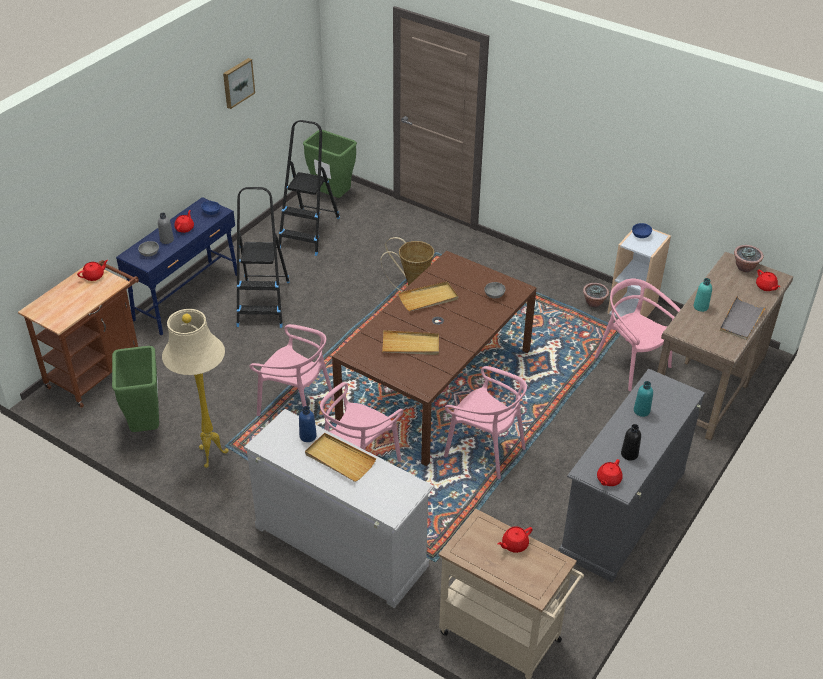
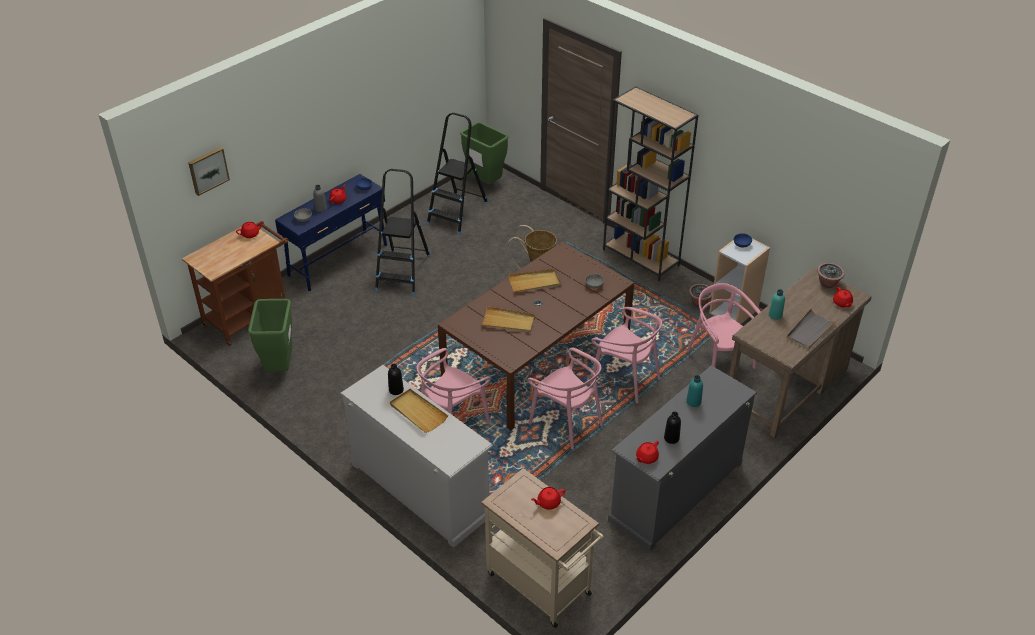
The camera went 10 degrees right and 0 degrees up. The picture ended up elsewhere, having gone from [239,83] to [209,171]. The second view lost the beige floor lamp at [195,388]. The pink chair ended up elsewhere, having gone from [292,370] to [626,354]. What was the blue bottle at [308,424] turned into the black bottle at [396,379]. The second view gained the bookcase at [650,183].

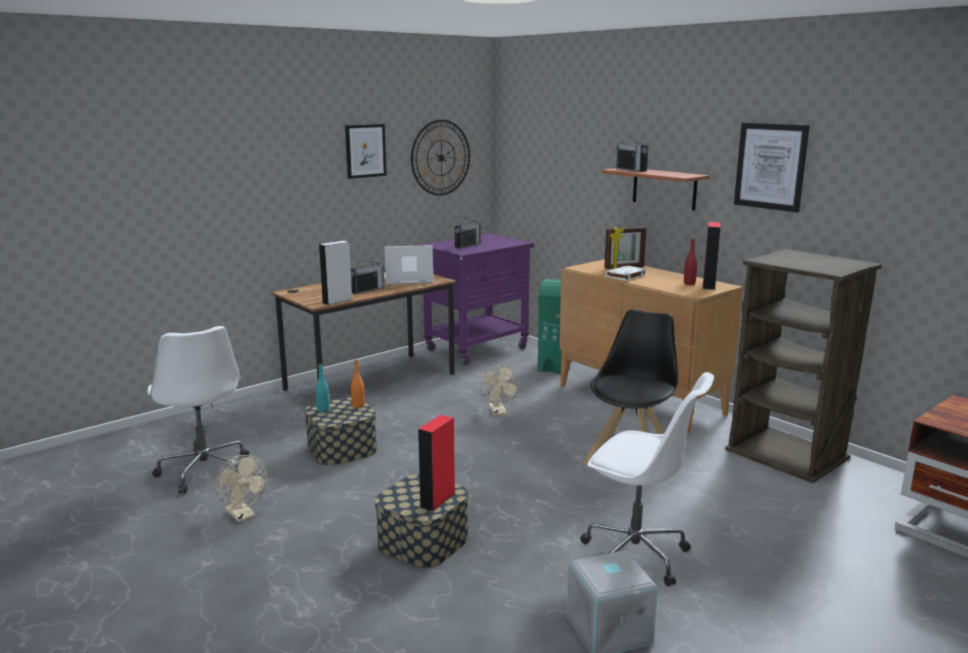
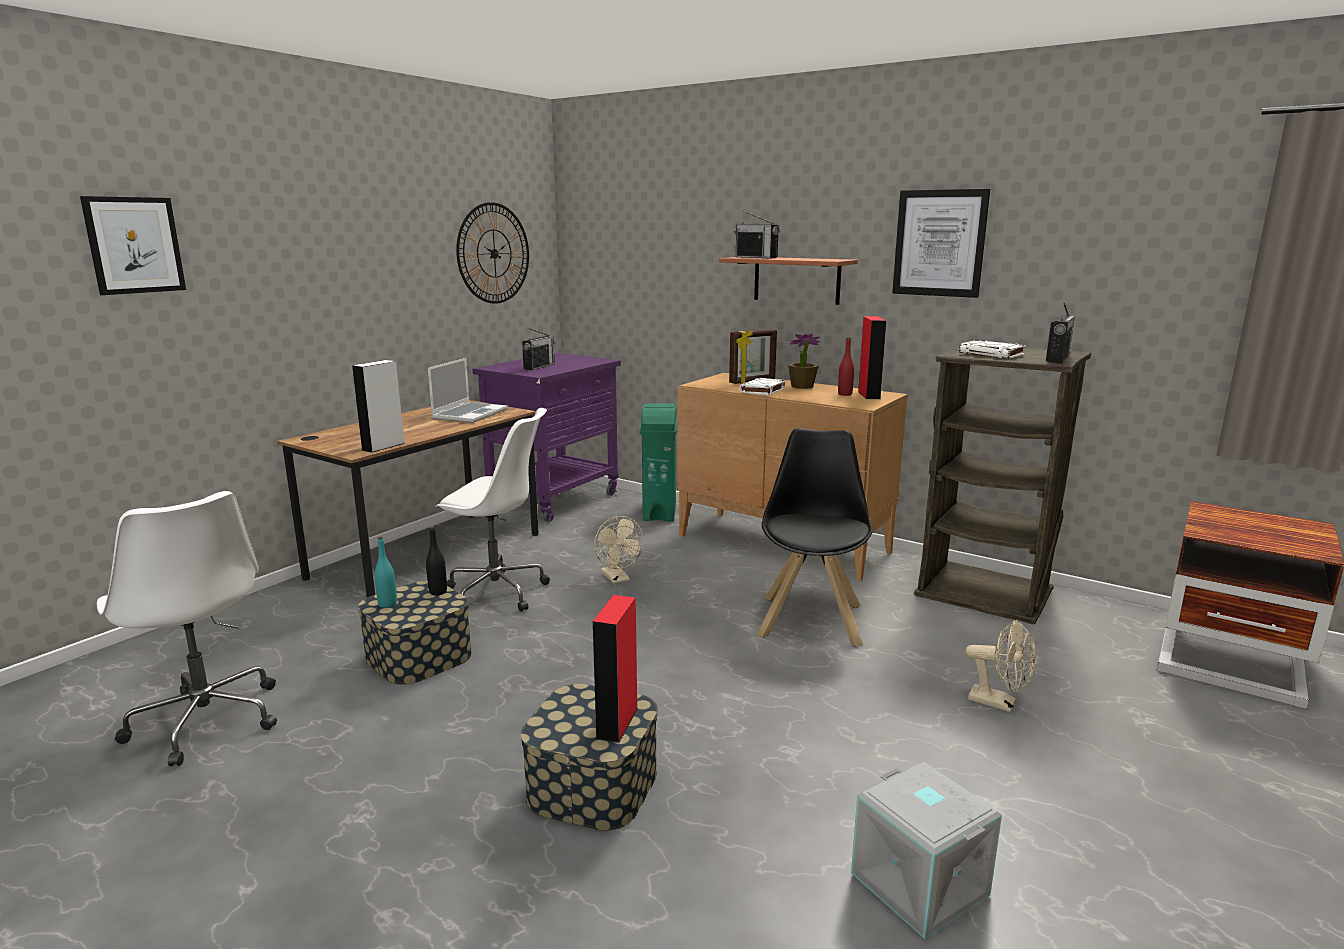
The camera went 15 degrees left and 0 degrees up. The picture ended up elsewhere, having gone from [366,151] to [133,245]. The laptop at [408,265] ended up facing another way, 135 degrees clockwise from before. The radio ended up elsewhere, having gone from [368,276] to [1060,333]. What was the orange bottle at [357,384] turned into the black bottle at [436,560]. The white office chair ended up elsewhere, having gone from [647,479] to [492,509]. The beige fan ended up elsewhere, having gone from [241,488] to [1001,666]. The second view gained the potted plant at [804,361]. The second view gained the white book at [992,349].

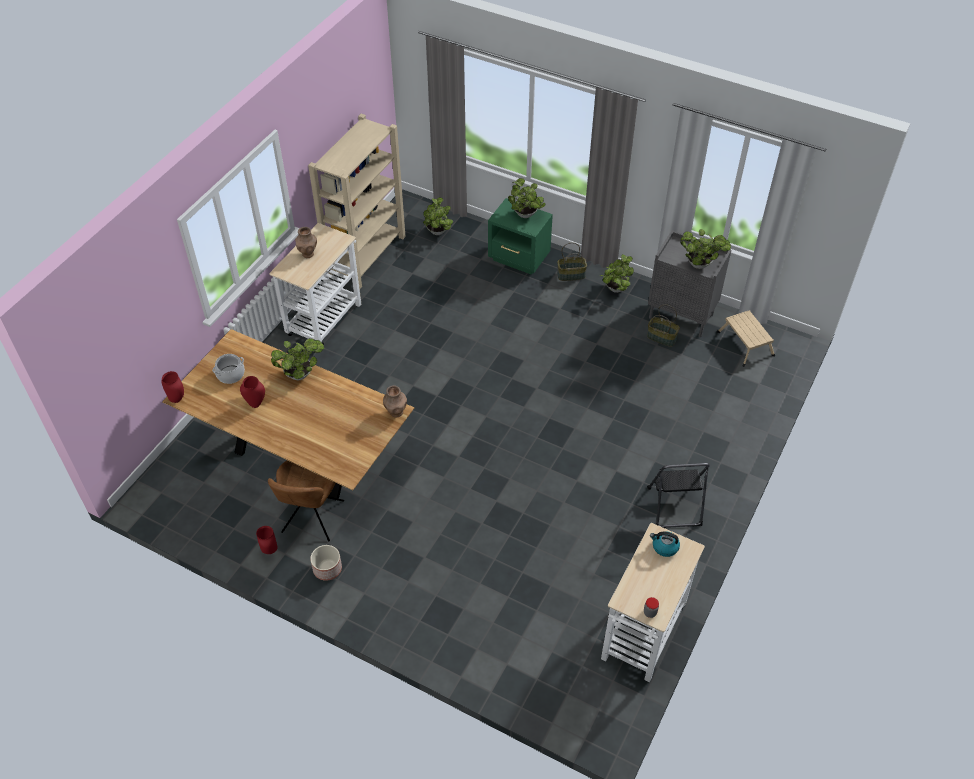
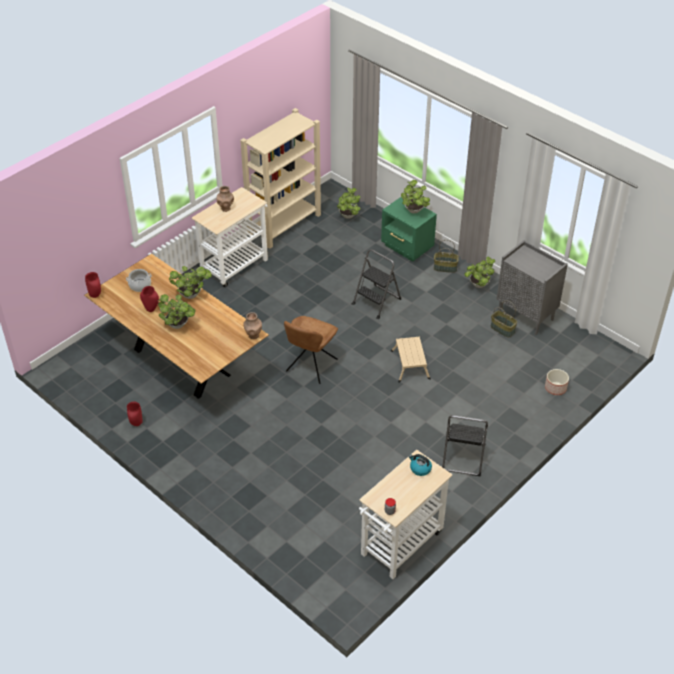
The camera went 15 degrees right and 5 degrees down. The potted plant ended up elsewhere, having gone from [706,249] to [177,311]. The beige step ladder ended up elsewhere, having gone from [746,338] to [411,360]. The brown chair ended up elsewhere, having gone from [306,500] to [311,350]. The planter ended up elsewhere, having gone from [326,563] to [557,382]. The second view gained the black step ladder at [376,284].

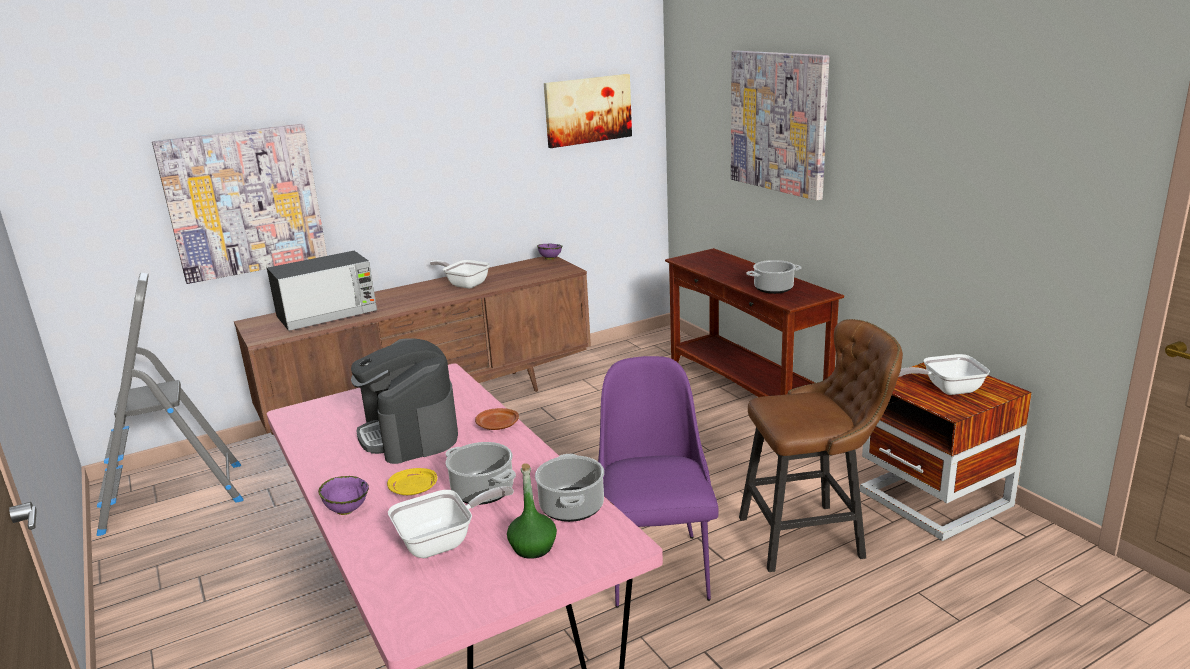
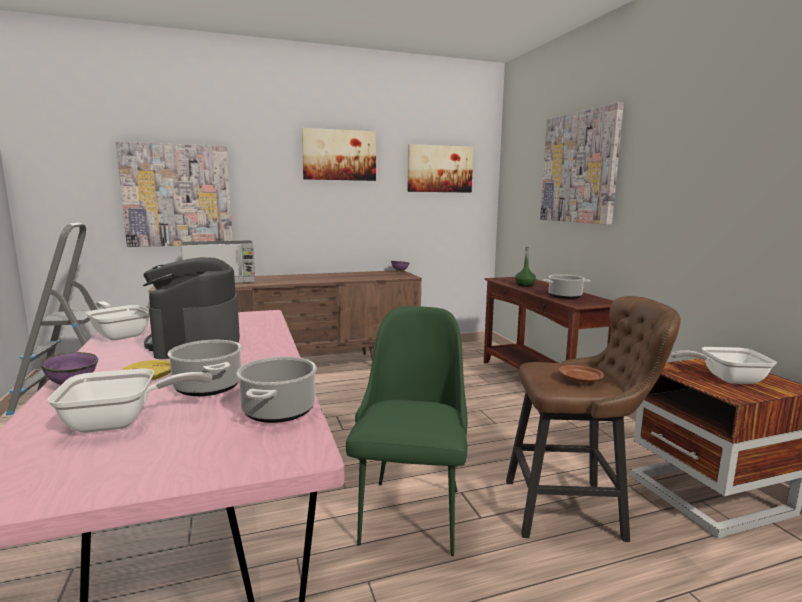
The camera went 10 degrees right and 10 degrees down. The frying pan ended up elsewhere, having gone from [460,274] to [118,320]. What was the purple chair at [658,482] turned into the green chair at [407,431]. The brown plate ended up elsewhere, having gone from [497,419] to [581,374]. The green bottle ended up elsewhere, having gone from [532,511] to [525,266]. The second view gained the picture at [339,154].

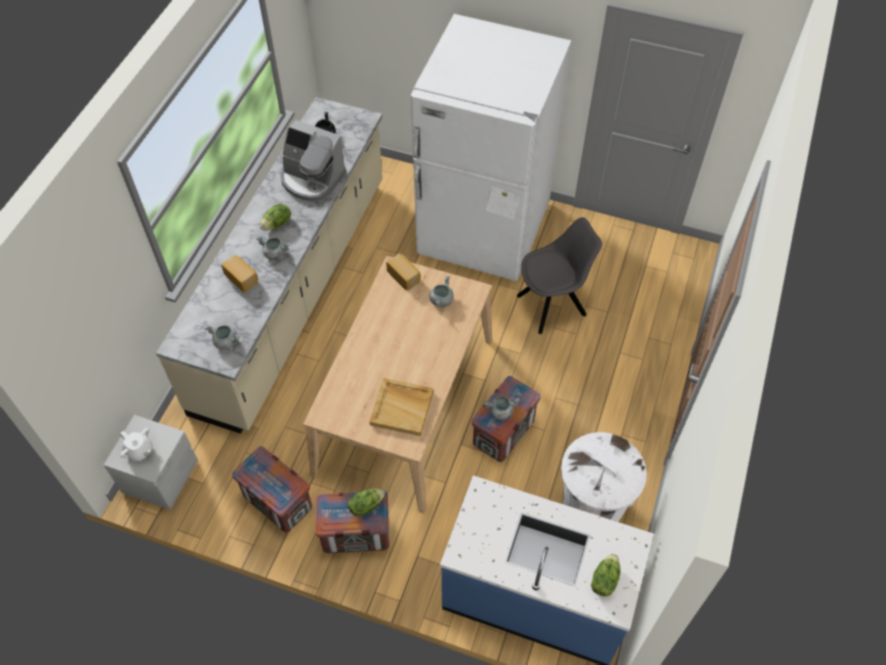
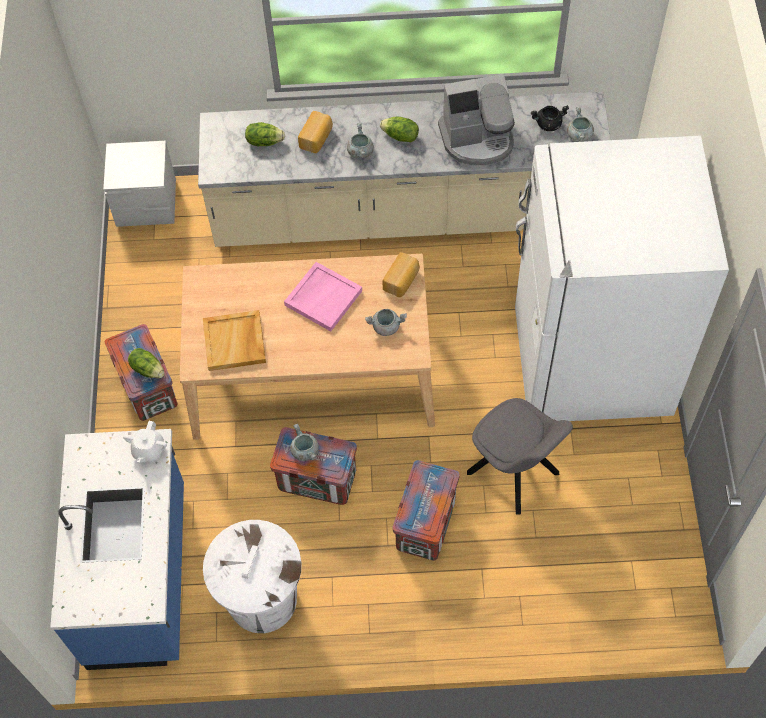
The camera went 70 degrees right and 5 degrees up. The coffee machine at [313,161] ended up facing another way, 105 degrees counterclockwise from before. The grey cooking pot ended up elsewhere, having gone from [222,337] to [580,124]. The white teapot ended up elsewhere, having gone from [136,444] to [145,442]. The crate ended up elsewhere, having gone from [272,489] to [426,510]. The lettuce ended up elsewhere, having gone from [606,575] to [265,134]. The second view gained the pink tray at [323,296].

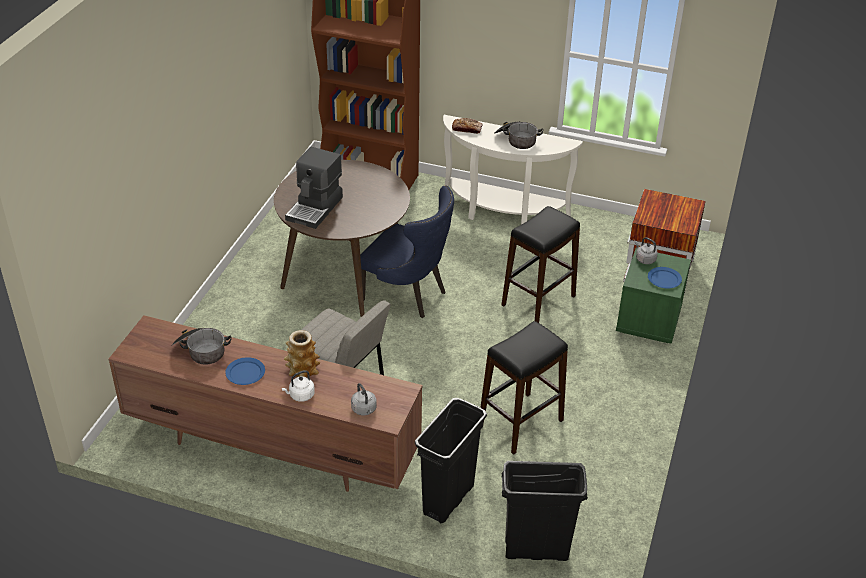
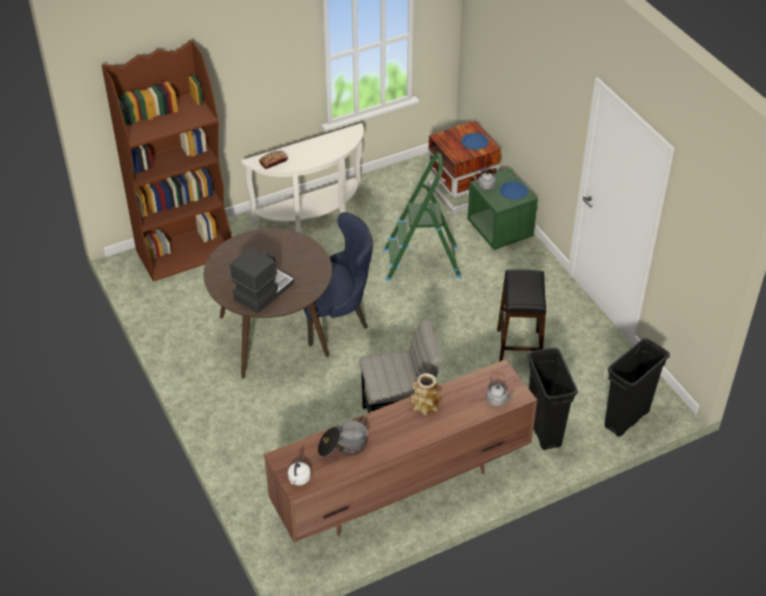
The camera went 45 degrees left and 5 degrees up. The second view lost the cooking pot at [519,135]. The coffee machine at [314,188] ended up facing another way, 120 degrees counterclockwise from before. Where the black stool stood at [540,264], the green step ladder came to stand at [423,216]. The blue plate ended up elsewhere, having gone from [245,371] to [475,141]. The white kettle ended up elsewhere, having gone from [298,386] to [299,470].

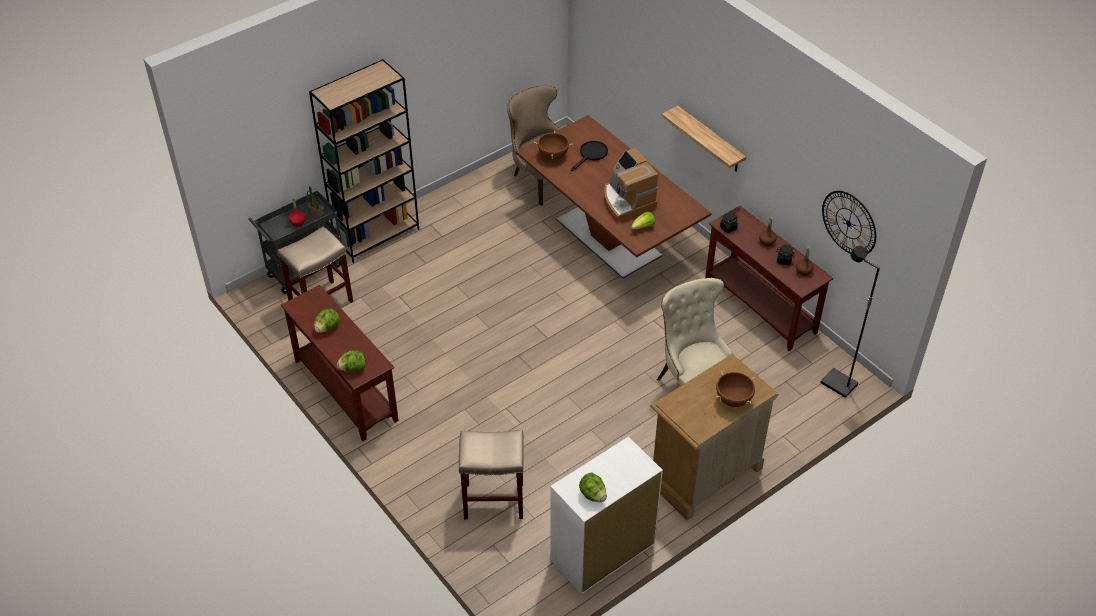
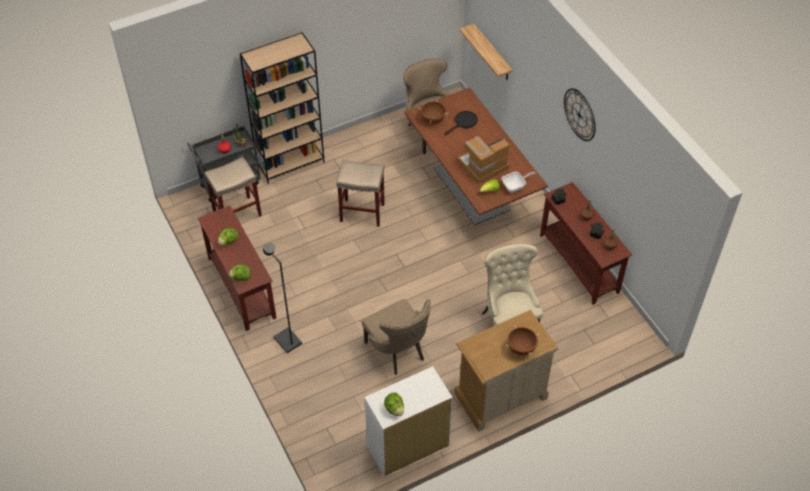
The camera went 10 degrees right and 5 degrees up. The shelf ended up elsewhere, having gone from [704,139] to [486,52]. The coffee machine at [631,185] ended up facing another way, 75 degrees clockwise from before. The wall clock ended up elsewhere, having gone from [849,222] to [580,114]. The black floor lamp ended up elsewhere, having gone from [850,322] to [282,298]. The beige stool ended up elsewhere, having gone from [491,475] to [360,193]. The second view gained the frying pan at [519,182]. The second view gained the beige chair at [396,337].

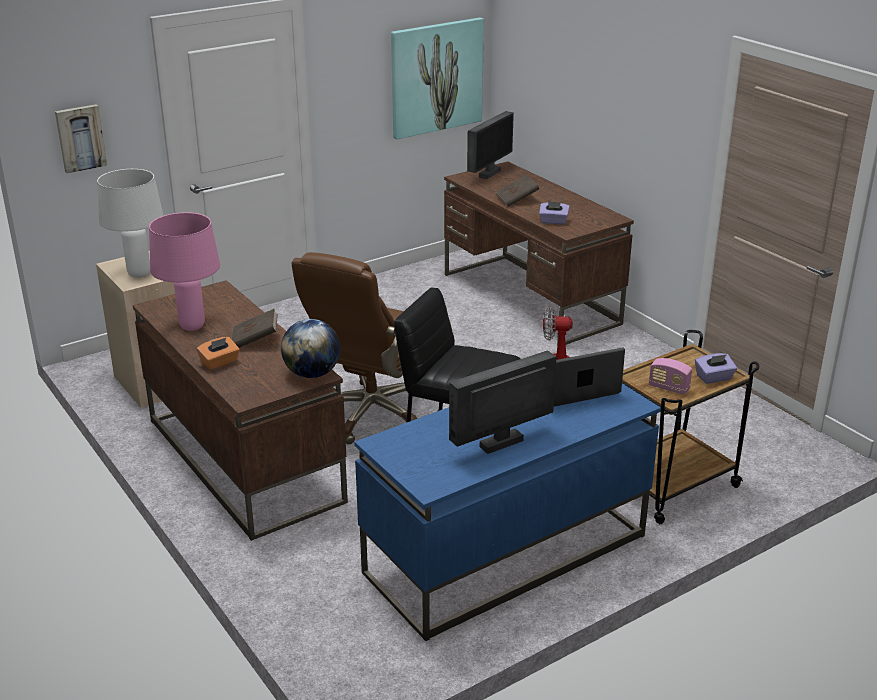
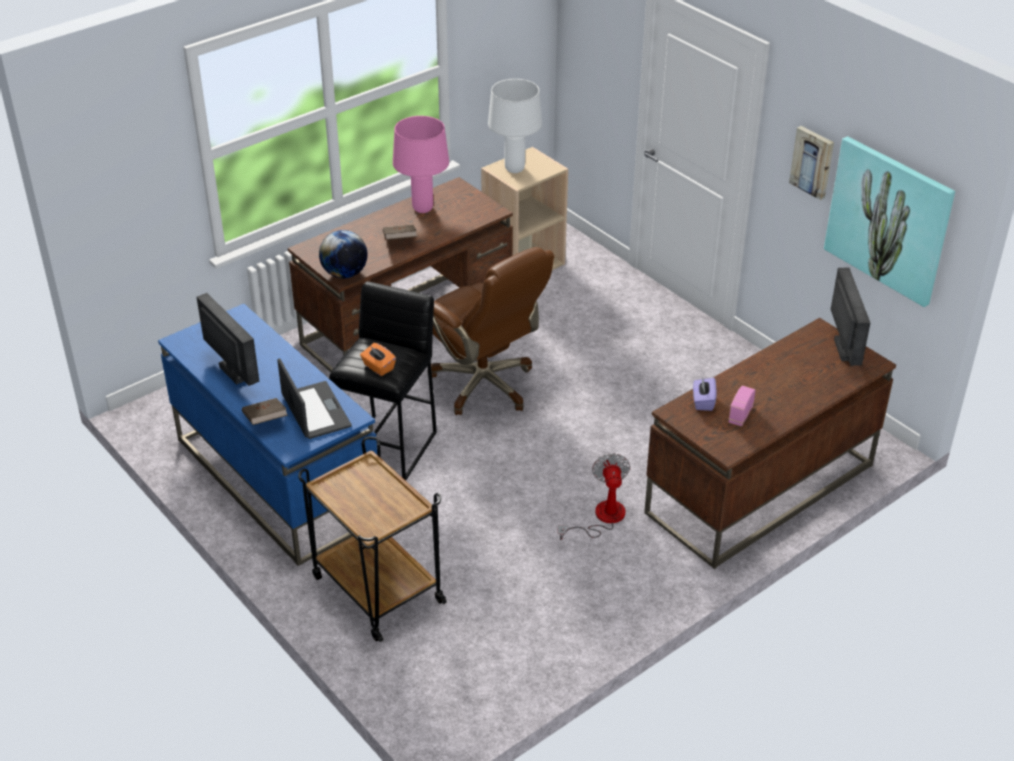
The camera went 85 degrees right and 10 degrees up. The picture ended up elsewhere, having gone from [81,139] to [811,163]. The monitor at [490,145] ended up facing another way, 120 degrees counterclockwise from before. The brown book ended up elsewhere, having gone from [517,191] to [265,411]. The brown office chair at [354,348] ended up facing another way, 150 degrees counterclockwise from before. The orange tissue box ended up elsewhere, having gone from [218,353] to [378,359]. The second view lost the purple tissue box at [716,368]. The radio ended up elsewhere, having gone from [670,376] to [742,406].

